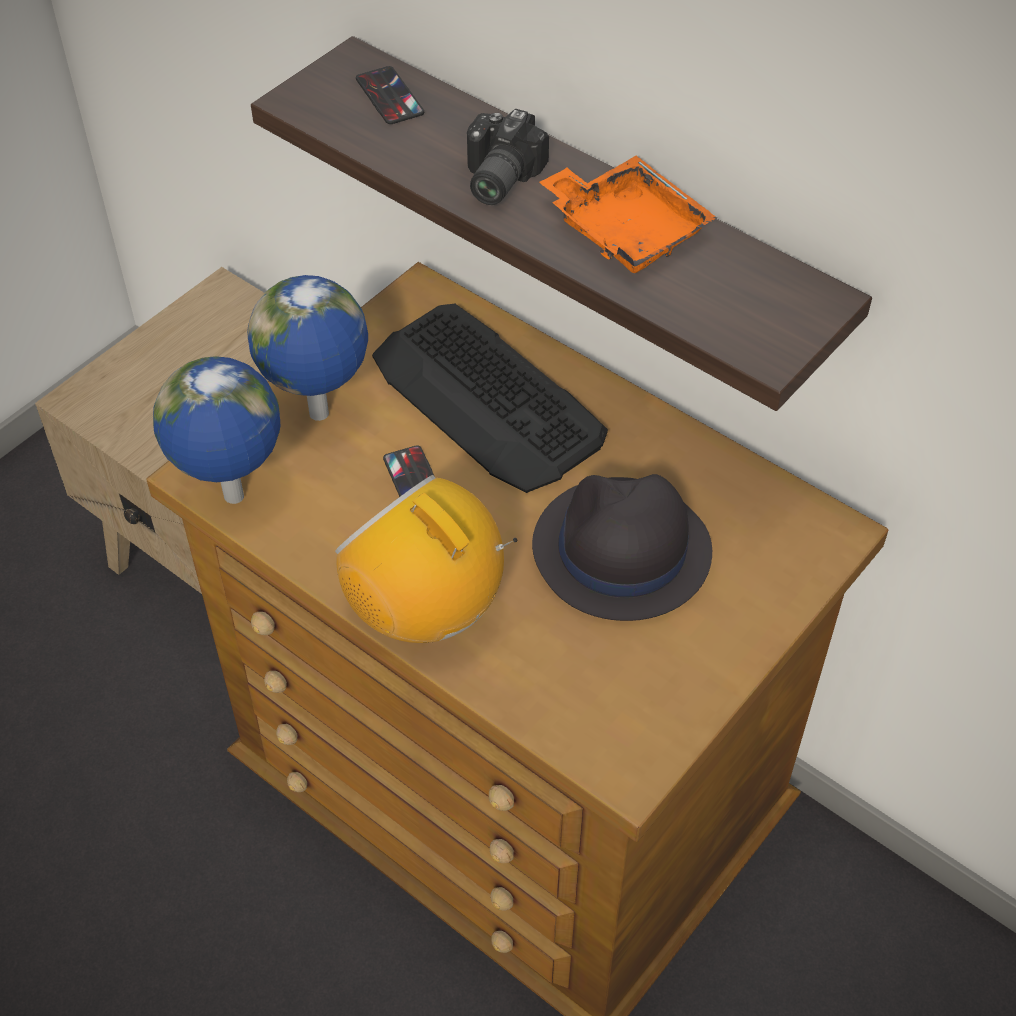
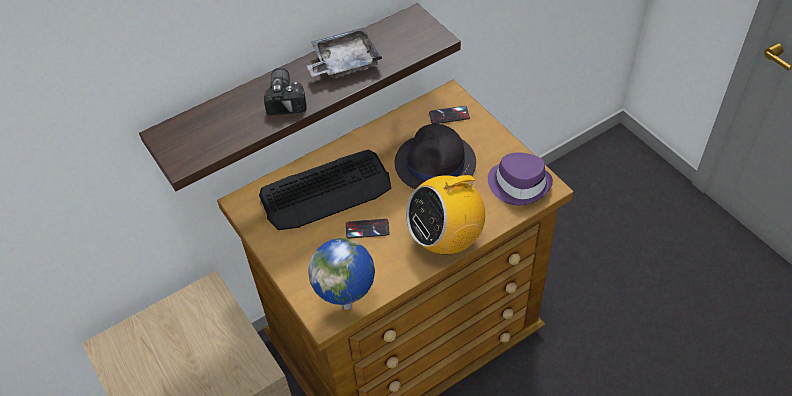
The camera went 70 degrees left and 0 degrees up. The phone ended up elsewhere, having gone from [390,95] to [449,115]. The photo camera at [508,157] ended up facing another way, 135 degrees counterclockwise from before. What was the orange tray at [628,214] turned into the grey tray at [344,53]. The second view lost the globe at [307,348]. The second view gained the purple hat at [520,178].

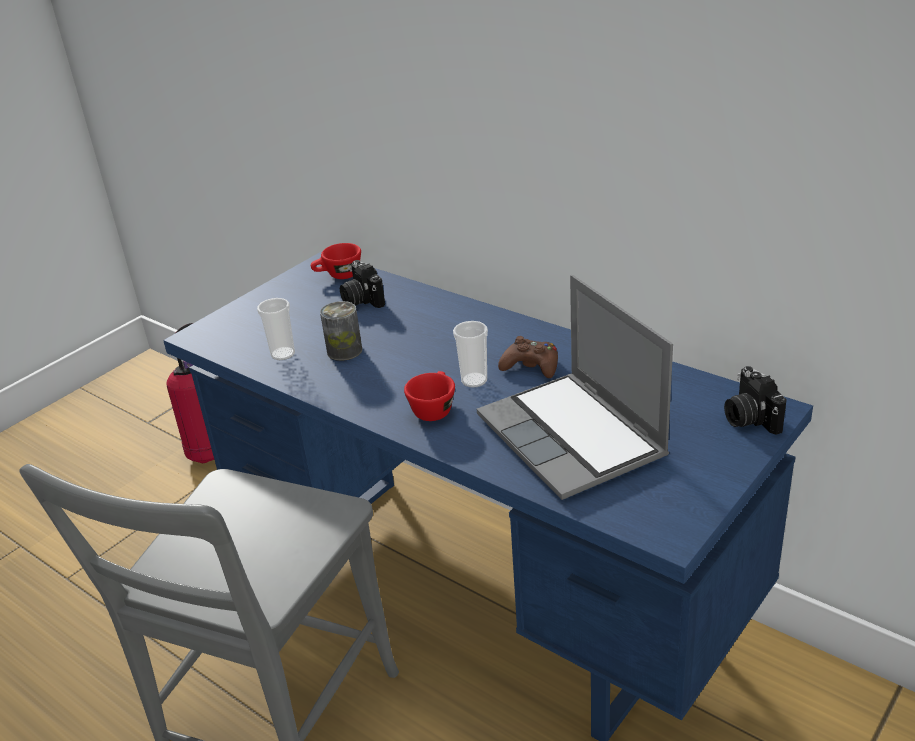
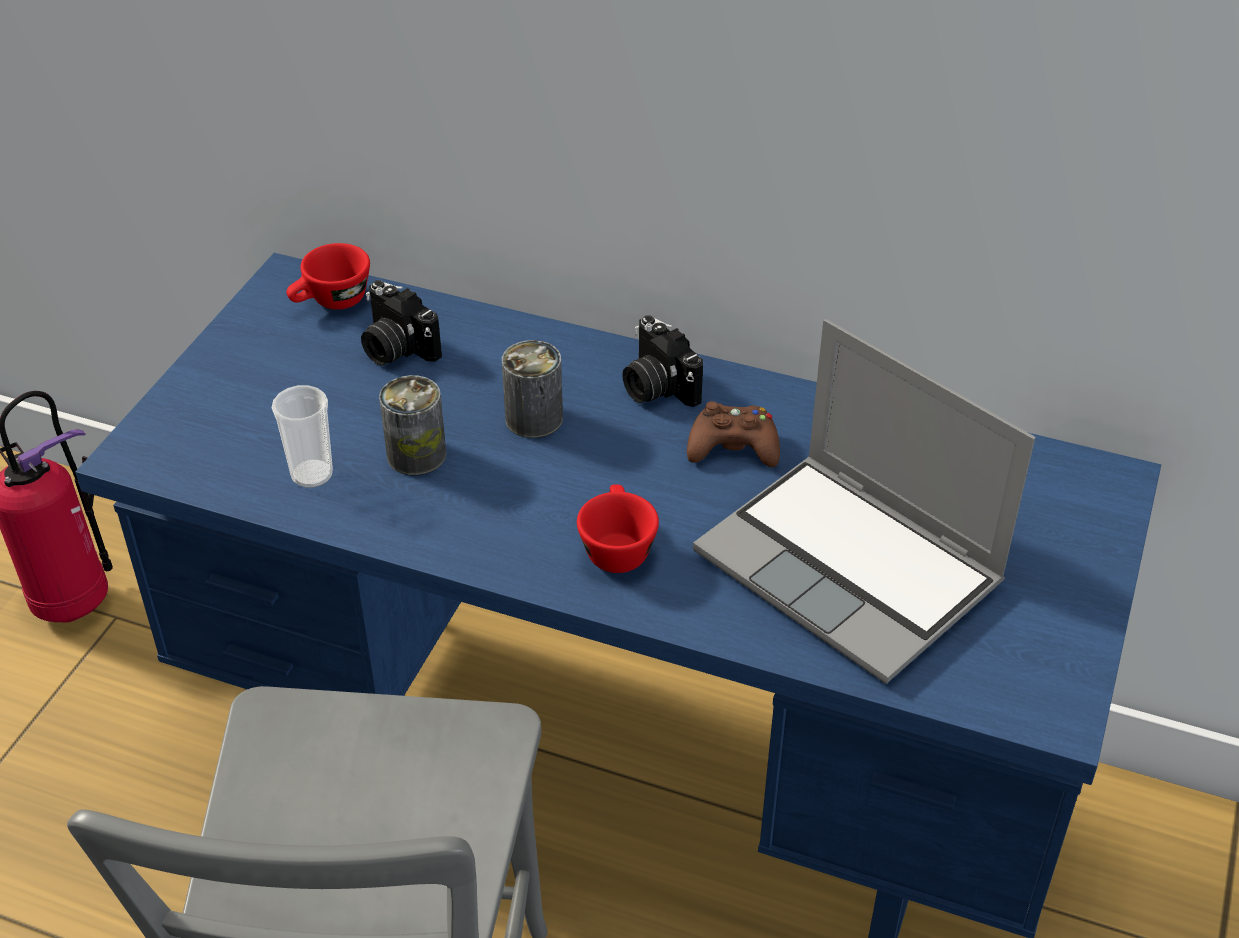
The camera went 20 degrees left and 10 degrees up. The second view lost the cup at [470,354]. The photo camera ended up elsewhere, having gone from [755,400] to [662,361]. The second view gained the can at [532,389].

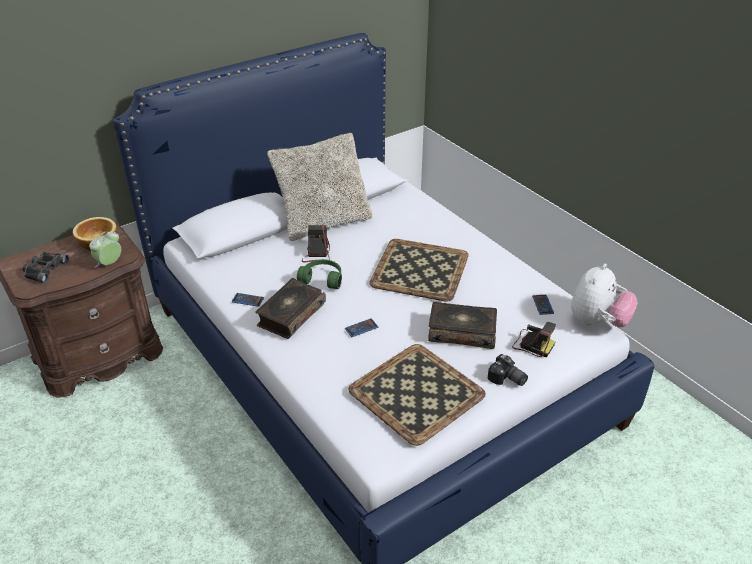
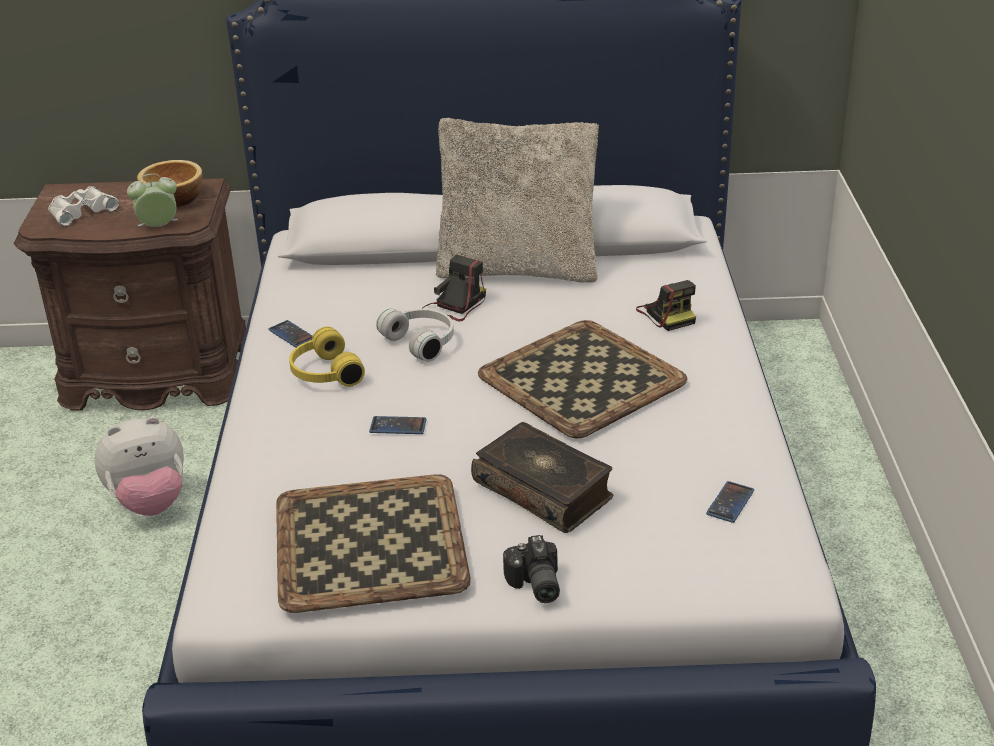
The camera went 35 degrees right and 5 degrees down. What was the black binoculars at [45,267] turned into the white binoculars at [83,206]. What was the green headphones at [319,274] turned into the white headphones at [415,335]. The plush toy ended up elsewhere, having gone from [604,295] to [139,466]. Where the book stood at [290,308], the yellow headphones came to stand at [327,357]. The photo camera ended up elsewhere, having gone from [534,340] to [666,305].

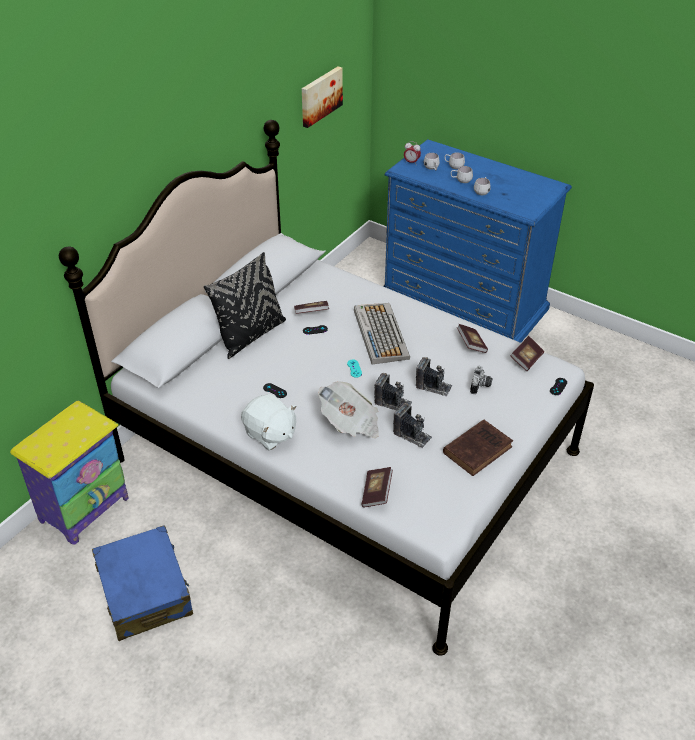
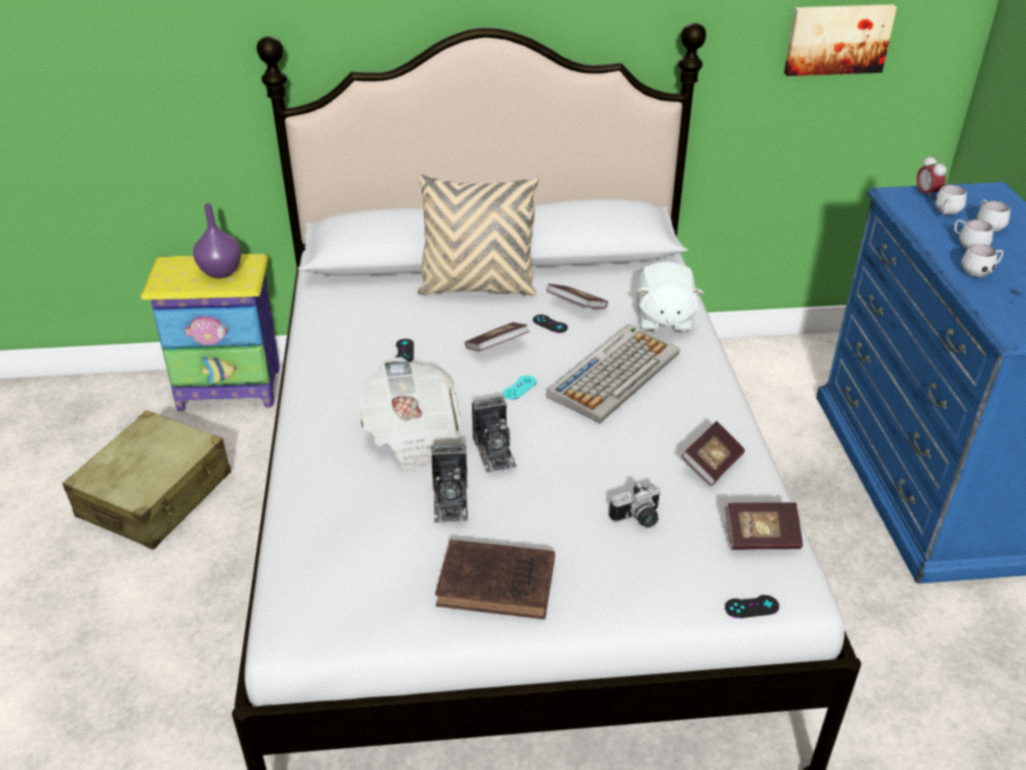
The camera went 50 degrees right and 5 degrees down. What was the black pillow at [245,305] turned into the beige pillow at [478,234]. The second view lost the photo camera at [434,377]. The white plush toy ended up elsewhere, having gone from [268,422] to [670,296]. The book ended up elsewhere, having gone from [377,487] to [497,336]. What was the blue suitcase at [142,583] turned into the beige suitcase at [146,480]. The second view gained the purple vase at [217,240].

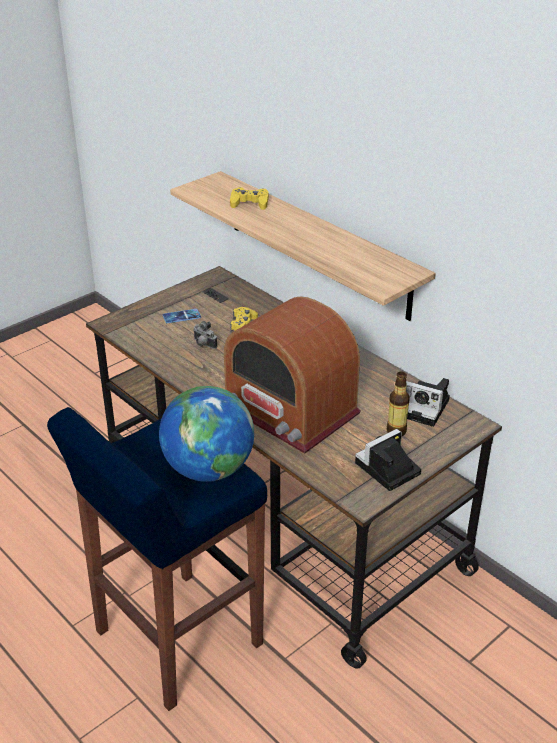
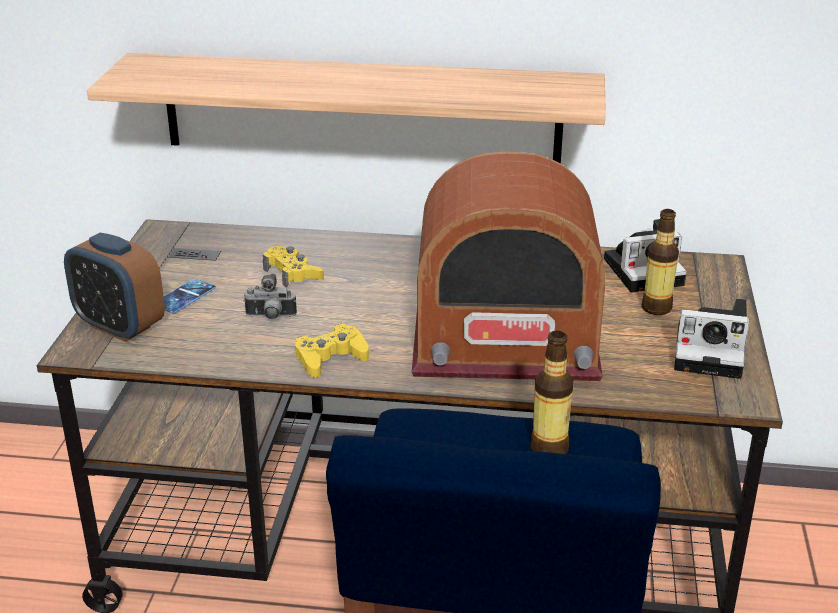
The camera went 40 degrees left and 5 degrees down. The yellow game controller ended up elsewhere, having gone from [249,198] to [332,351]. Where the globe stood at [206,434], the bottle came to stand at [552,392]. The photo camera at [388,460] ended up facing another way, 90 degrees counterclockwise from before. The second view gained the alarm clock at [114,287].

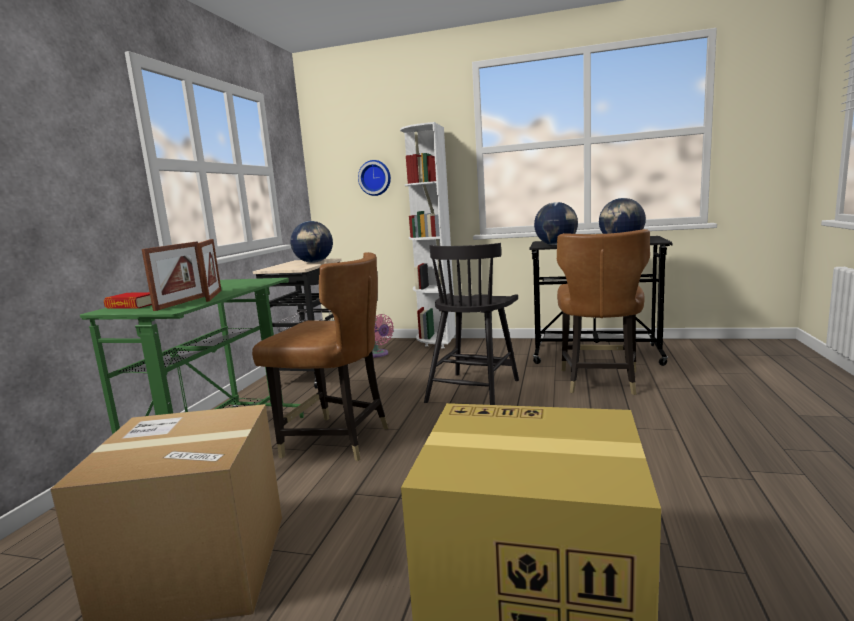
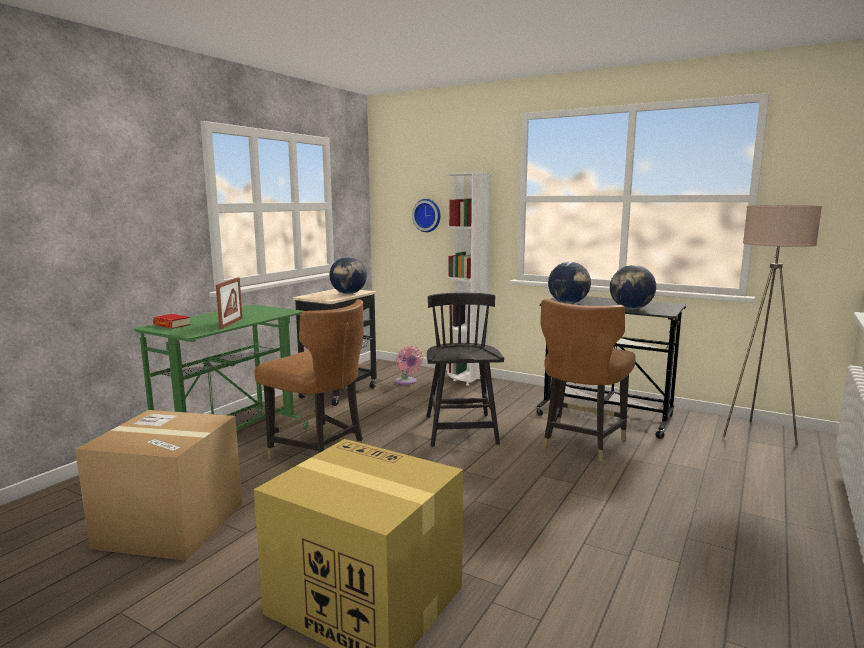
The camera went 15 degrees right and 0 degrees up. The second view lost the picture frame at [173,276]. The black chair at [471,324] ended up facing another way, 135 degrees clockwise from before. The second view gained the beige floor lamp at [772,325].

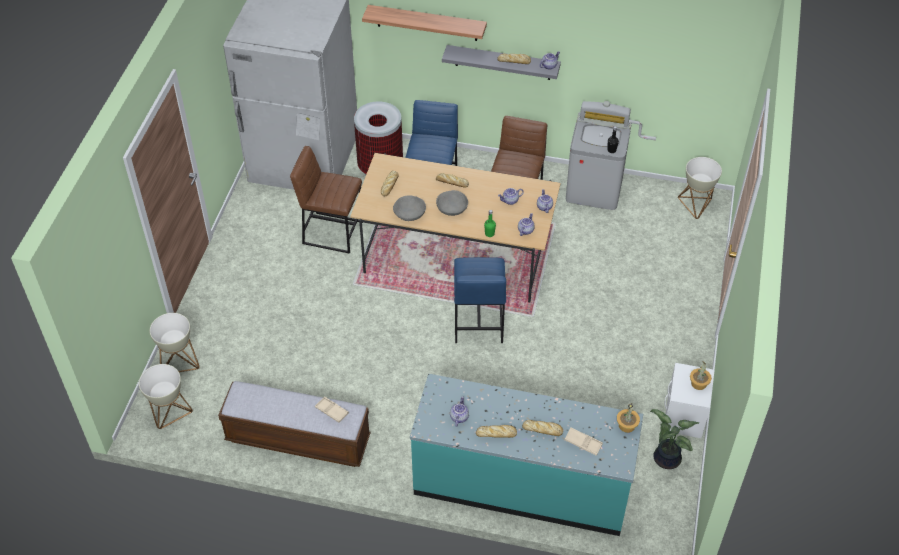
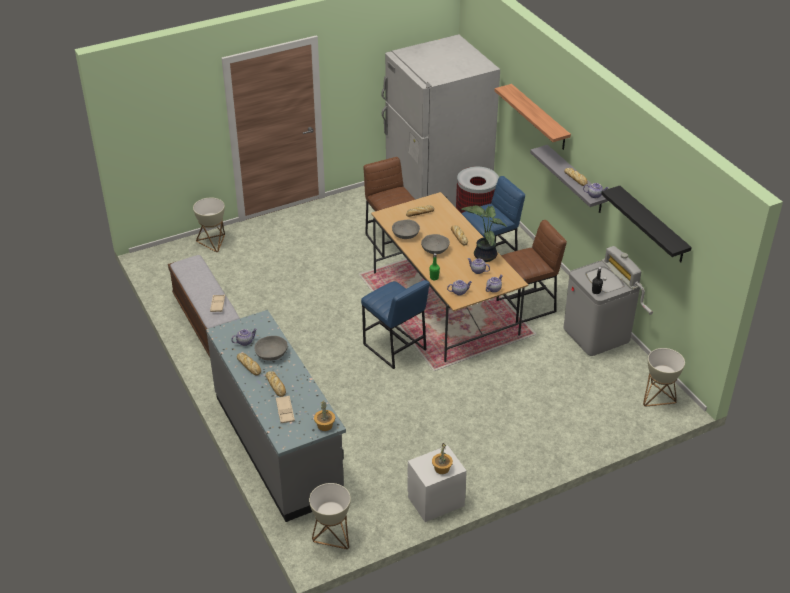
The camera went 50 degrees right and 10 degrees down. The blue chair at [480,300] ended up facing another way, 90 degrees counterclockwise from before. The planter ended up elsewhere, having gone from [166,396] to [330,516]. What was the turquoise counter at [526,455] turned into the grey counter at [276,416]. The potted plant ended up elsewhere, having gone from [674,439] to [483,233]. The second view gained the black shelf at [646,224]. The second view gained the grey bowl at [271,348].

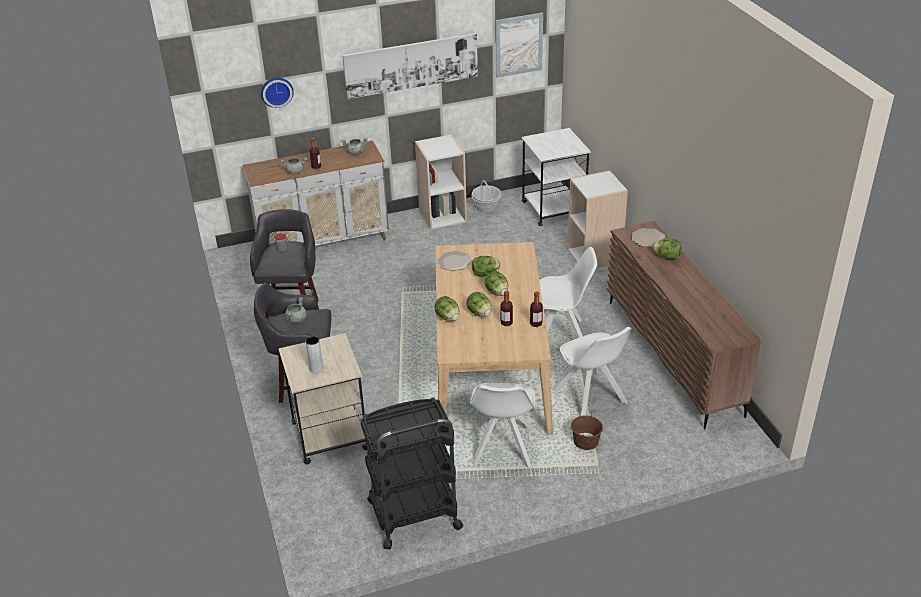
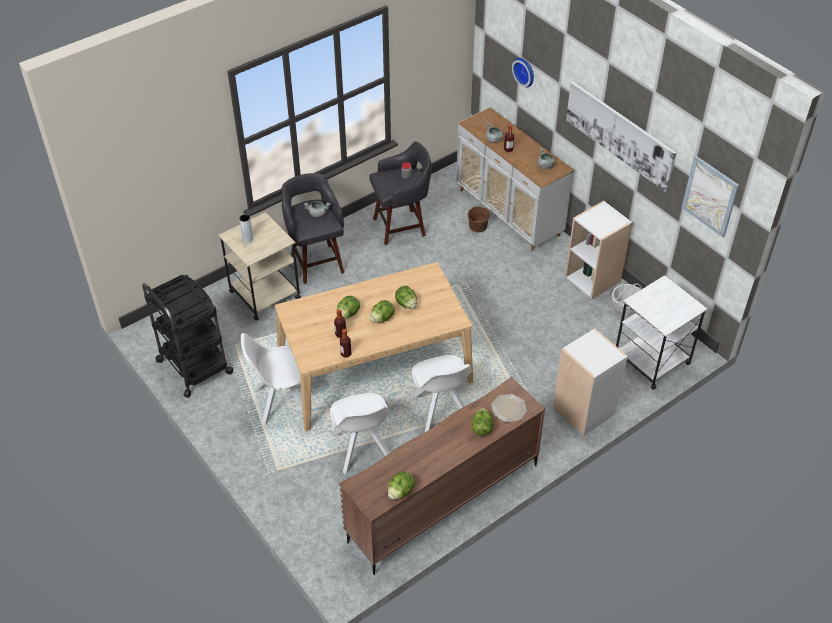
The camera went 70 degrees right and 10 degrees up. The second view lost the plate at [454,261]. The lettuce ended up elsewhere, having gone from [446,308] to [401,485]. The white chair at [592,371] ended up facing another way, 60 degrees counterclockwise from before. The brown bucket ended up elsewhere, having gone from [587,431] to [479,219].

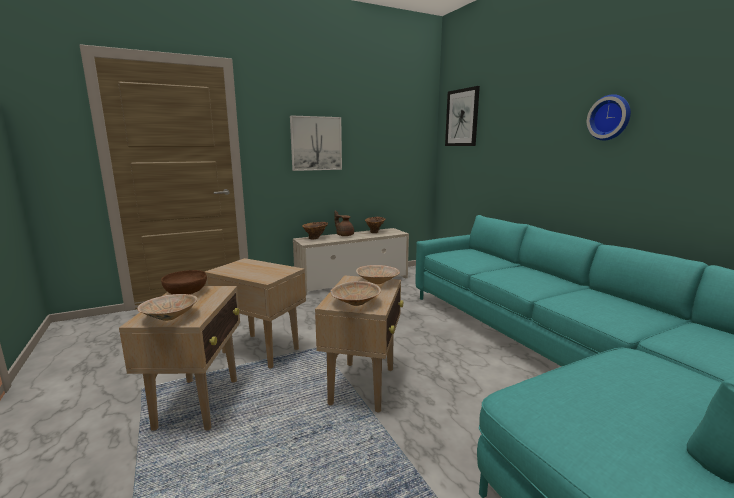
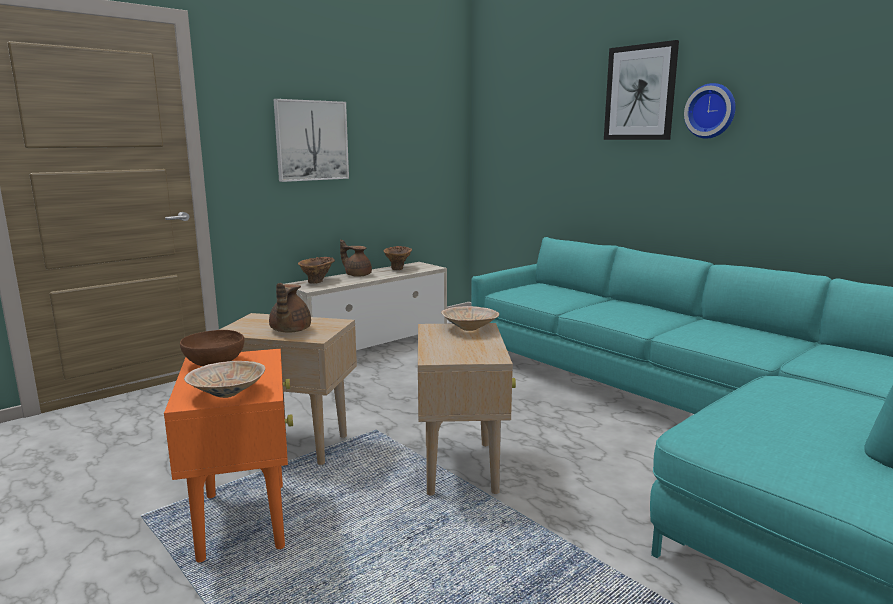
The camera went 15 degrees left and 0 degrees up. The picture ended up elsewhere, having gone from [462,116] to [641,90]. The second view lost the beige bowl at [355,293]. What was the beige side table at [179,358] turned into the orange side table at [228,455]. The second view gained the brown teapot at [290,307].

